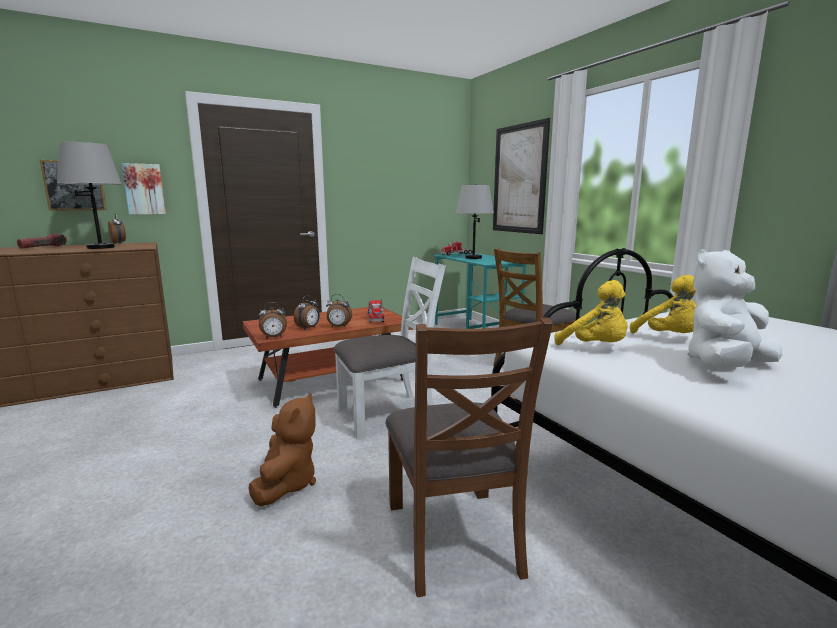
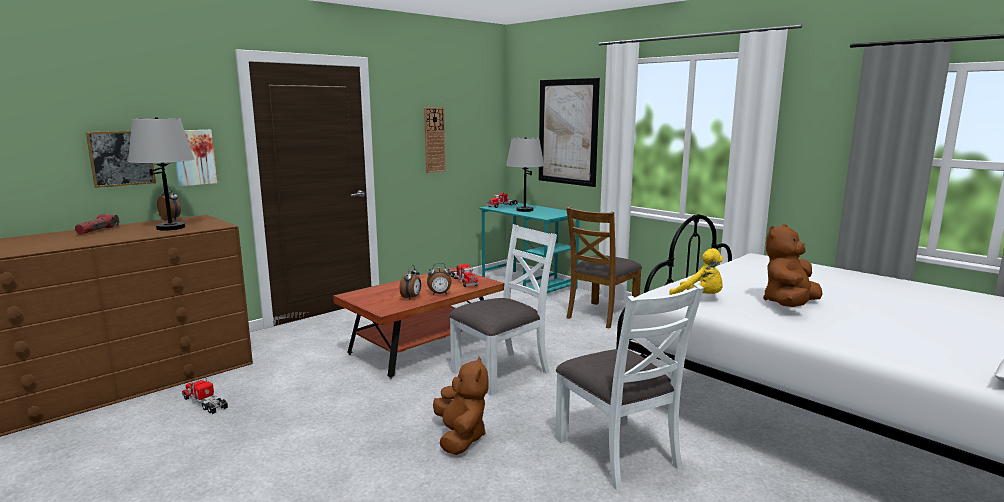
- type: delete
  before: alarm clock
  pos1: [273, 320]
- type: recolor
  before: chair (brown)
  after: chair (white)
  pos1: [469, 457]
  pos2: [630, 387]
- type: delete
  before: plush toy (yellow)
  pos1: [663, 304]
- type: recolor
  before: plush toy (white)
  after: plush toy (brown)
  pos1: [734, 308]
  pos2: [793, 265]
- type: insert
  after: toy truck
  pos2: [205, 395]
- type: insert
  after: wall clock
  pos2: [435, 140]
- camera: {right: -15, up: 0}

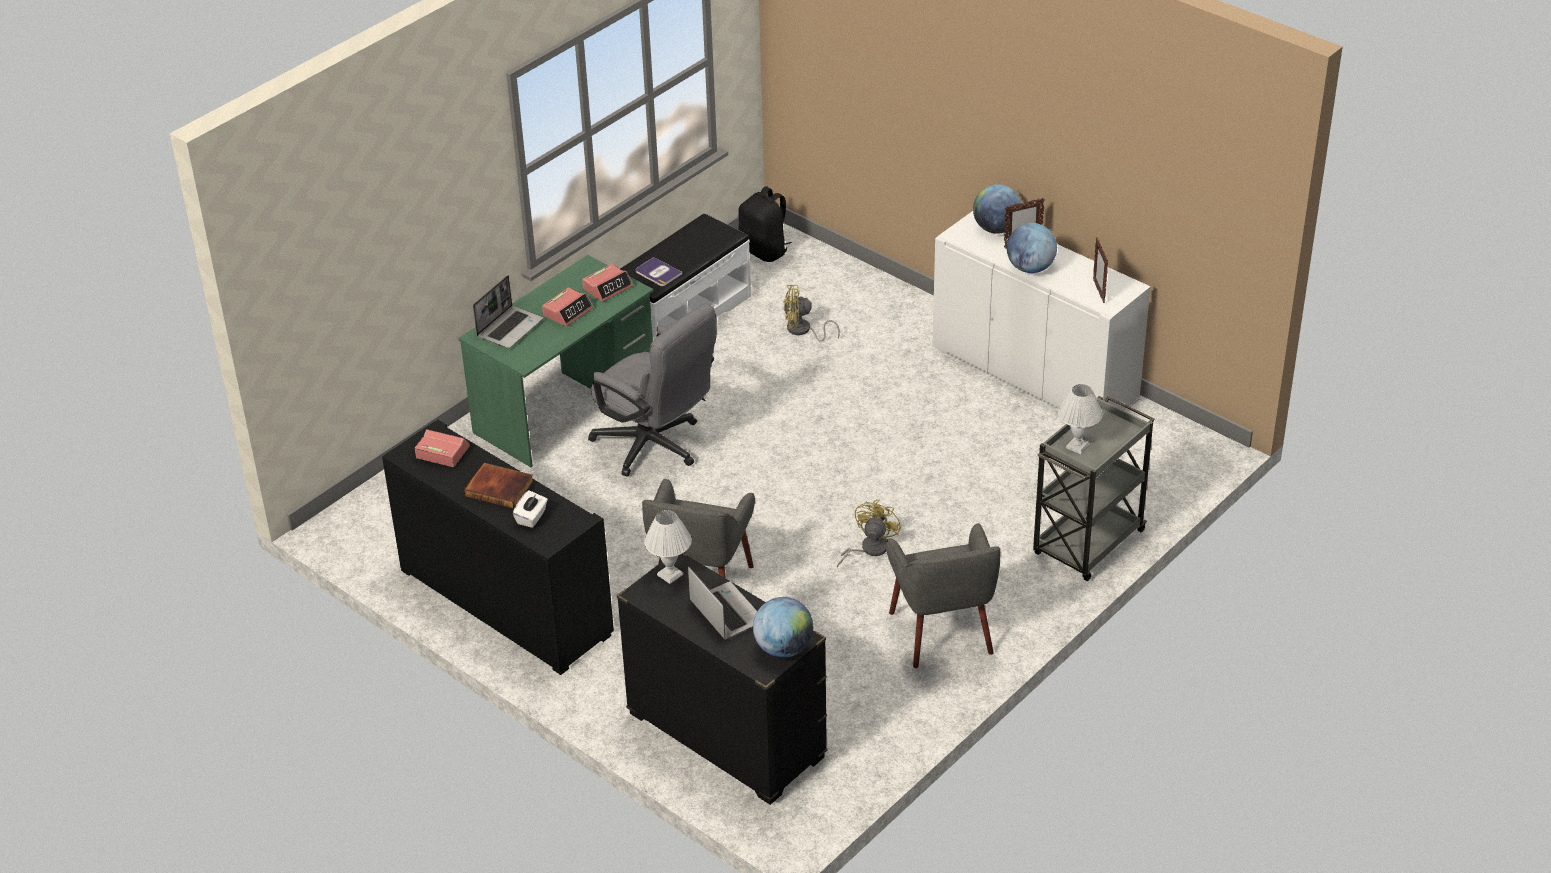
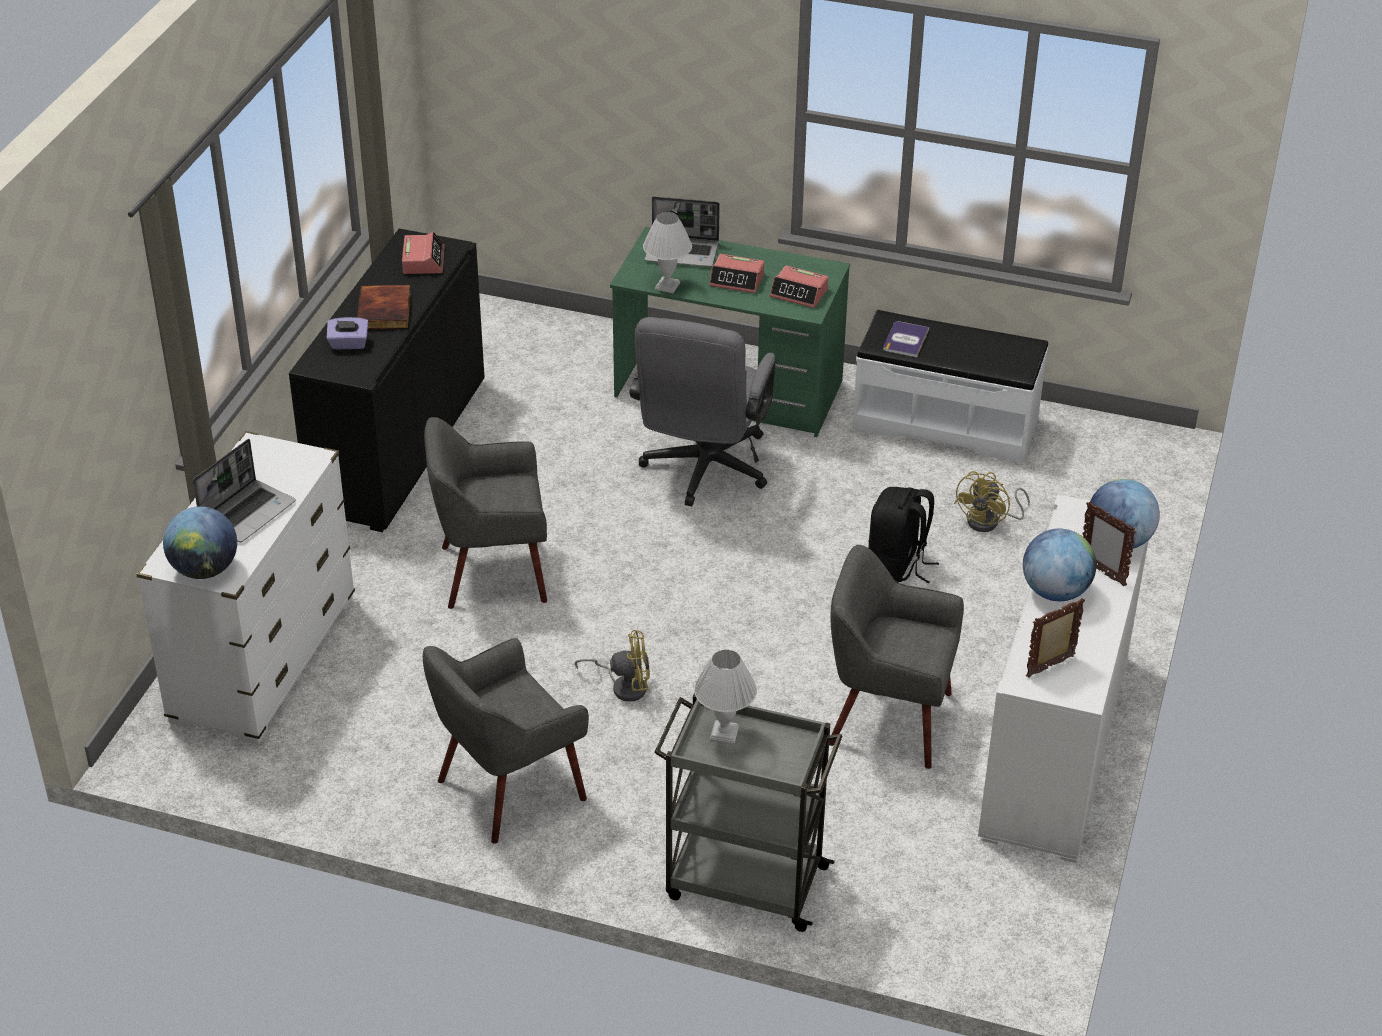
- type: recolor
  before: tissue box (white)
  after: tissue box (purple)
  pos1: [530, 509]
  pos2: [347, 333]
- type: recolor
  before: dresser (black)
  after: dresser (white)
  pos1: [722, 679]
  pos2: [245, 588]
- type: move
  before: table lamp (white)
  pos1: [668, 547]
  pos2: [667, 252]
- type: move
  before: backpack (black)
  pos1: [765, 224]
  pos2: [903, 535]
- type: rotate
  before: fan (yellow)
  pos1: [811, 313]
  pos2: [992, 501]
  turn: -120
- type: insert
  after: armchair (grey)
  pos2: [896, 657]
- camera: {right: 65, up: 0}

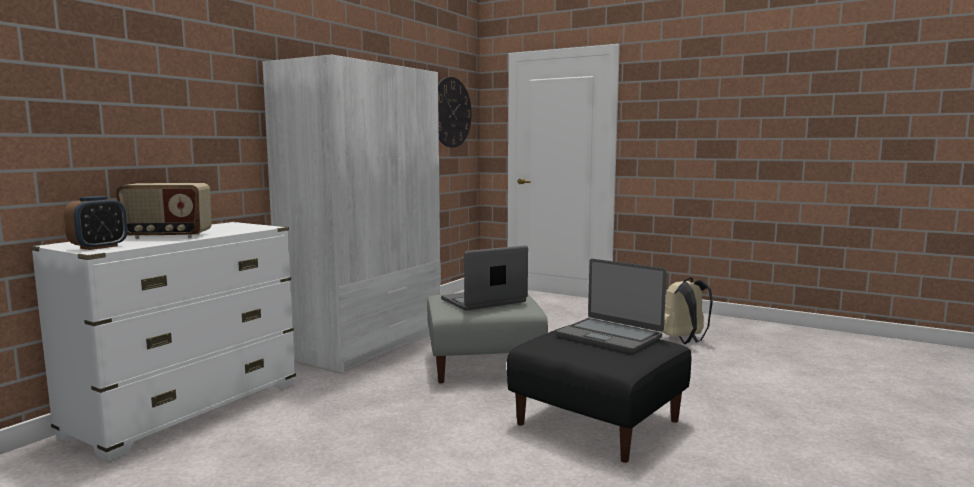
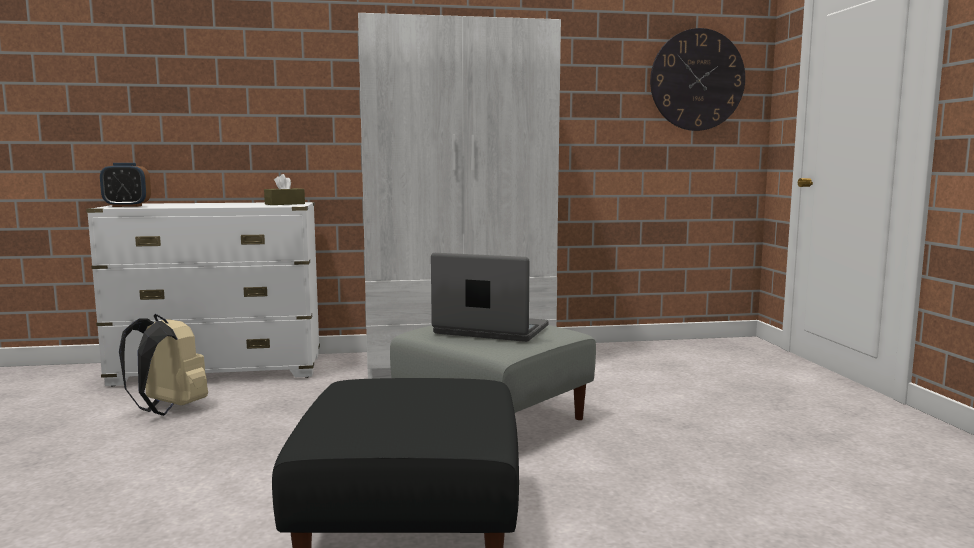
- type: delete
  before: radio
  pos1: [164, 211]
- type: delete
  before: laptop
  pos1: [611, 306]
- type: move
  before: backpack (beige)
  pos1: [687, 310]
  pos2: [163, 365]
- type: insert
  after: tissue box (brown)
  pos2: [284, 189]
- camera: {right: 50, up: 0}

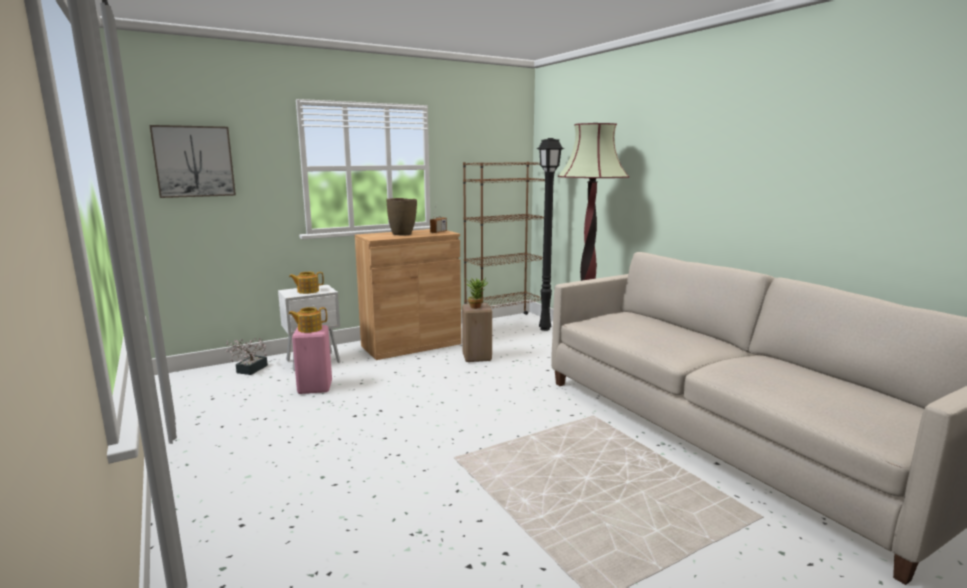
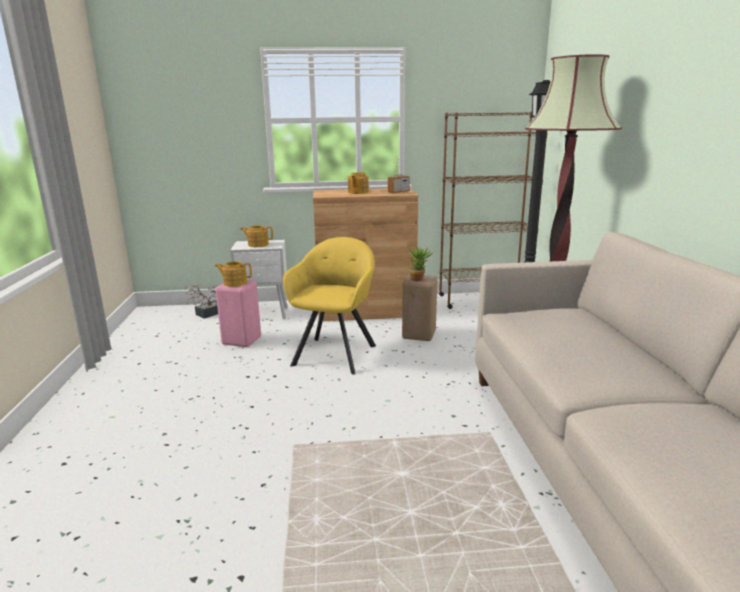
- type: delete
  before: picture
  pos1: [192, 161]
- type: replace
  before: vase (brown)
  after: teapot
  pos1: [401, 217]
  pos2: [358, 183]
- type: insert
  after: armchair (yellow)
  pos2: [329, 306]
- camera: {right: 25, up: 5}

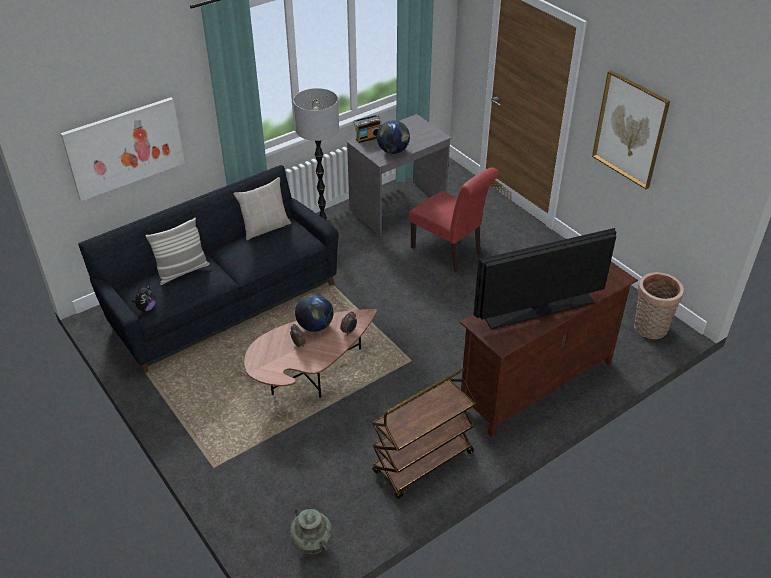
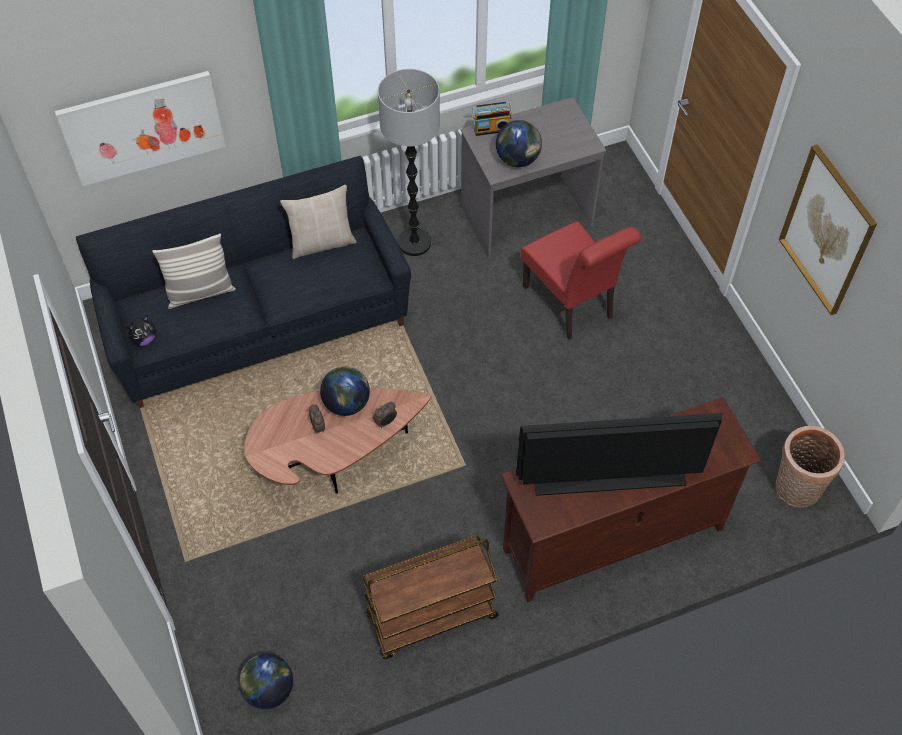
- type: replace
  before: vase (turquoise)
  after: globe
  pos1: [311, 531]
  pos2: [266, 681]
- camera: {right: 15, up: 15}

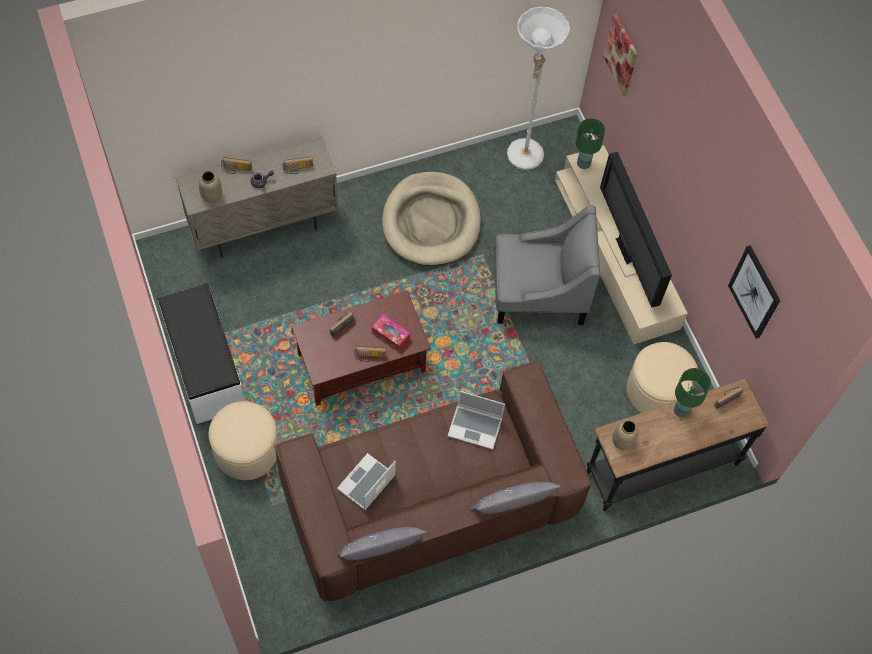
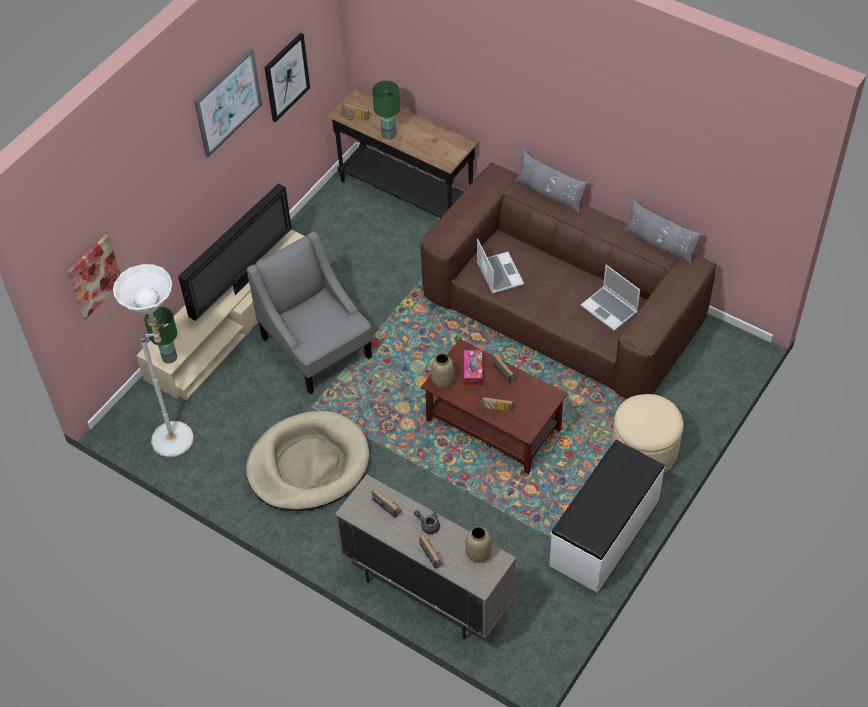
- type: rotate
  before: laptop
  pos1: [366, 481]
  pos2: [610, 298]
  turn: 45
- type: move
  before: vase
  pos1: [625, 435]
  pos2: [443, 370]
- type: delete
  before: ottoman (beige)
  pos1: [662, 377]
- type: insert
  after: picture
  pos2: [228, 102]
- camera: {right: -120, up: -10}

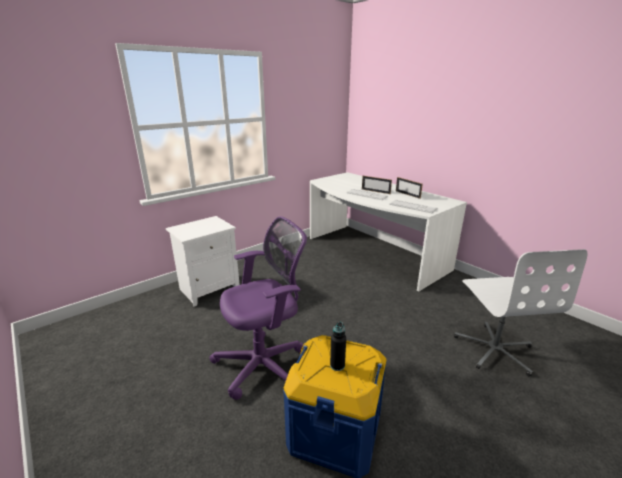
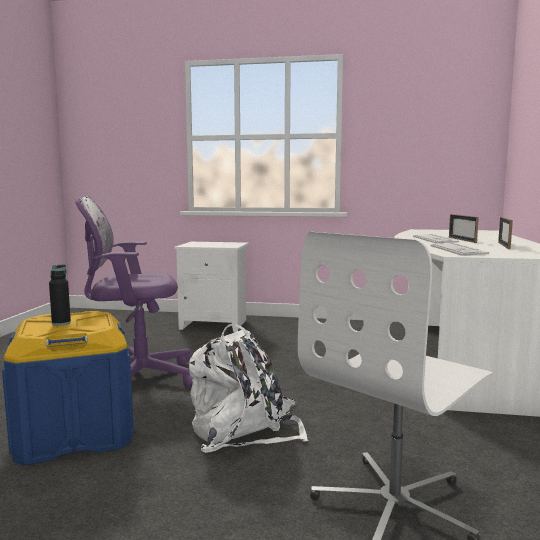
- type: rotate
  before: office chair (purple)
  pos1: [258, 308]
  pos2: [134, 291]
  turn: 150
- type: insert
  after: backpack (white)
  pos2: [248, 388]
- camera: {right: 50, up: -15}

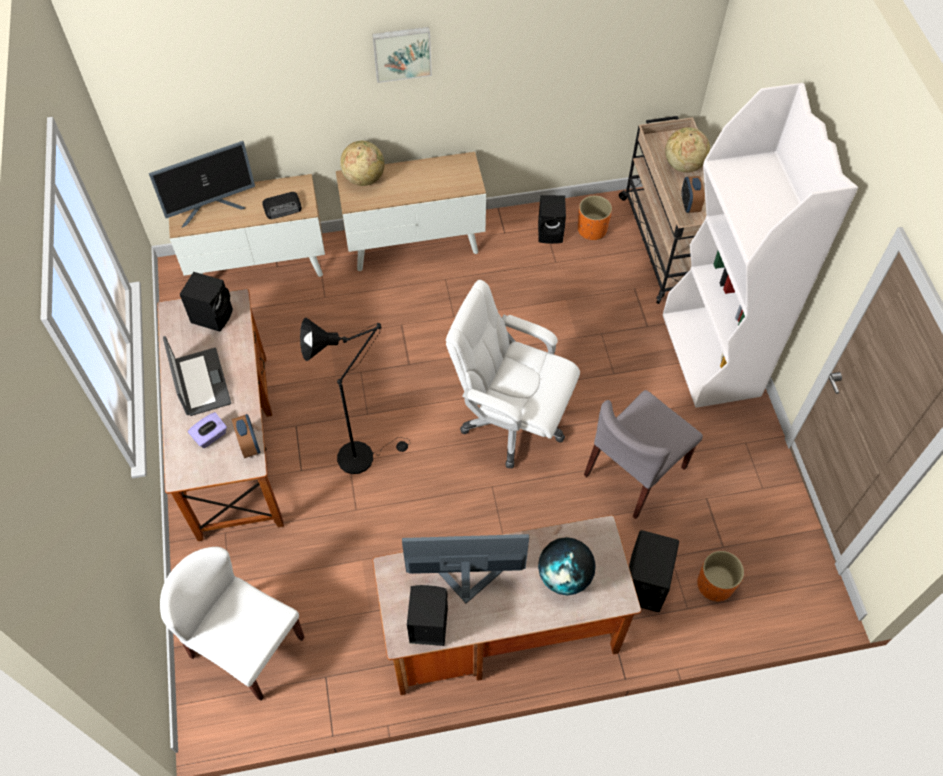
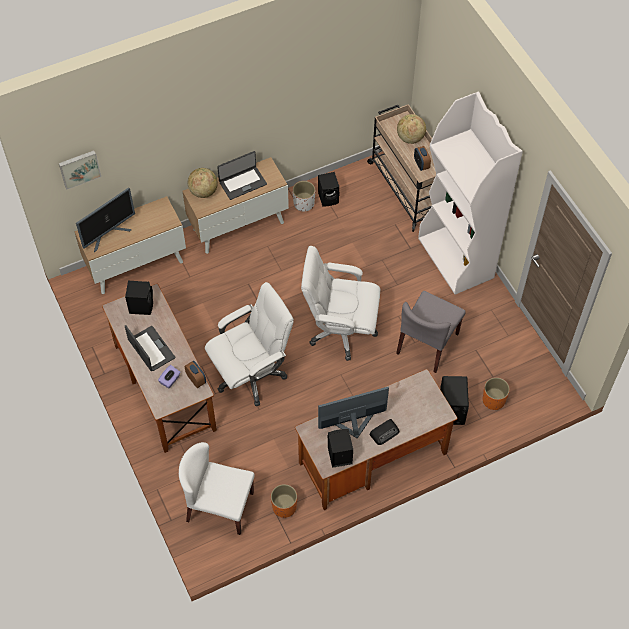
- type: move
  before: radio
  pos1: [282, 205]
  pos2: [384, 432]
- type: replace
  before: floor lamp (black)
  after: office chair (white)
  pos1: [355, 396]
  pos2: [249, 344]
- type: move
  before: picture
  pos1: [402, 55]
  pos2: [80, 170]
- type: delete
  before: globe
  pos1: [567, 566]
- type: move
  before: planter (orange)
  pos1: [595, 217]
  pos2: [284, 501]
- type: insert
  after: laptop
  pos2: [242, 175]
- type: insert
  after: planter (white)
  pos2: [303, 196]
- camera: {right: -15, up: 0}

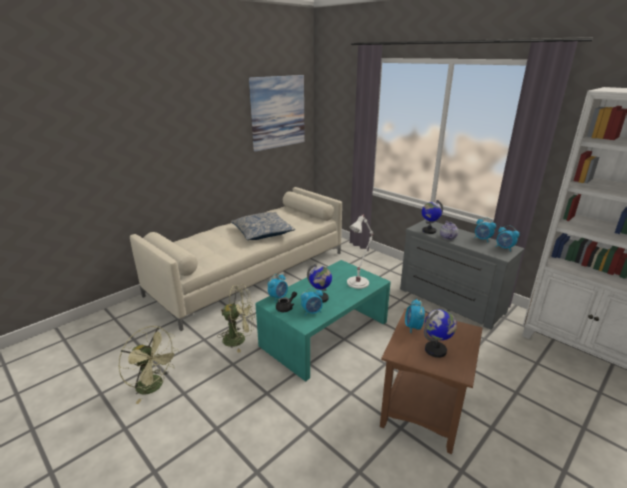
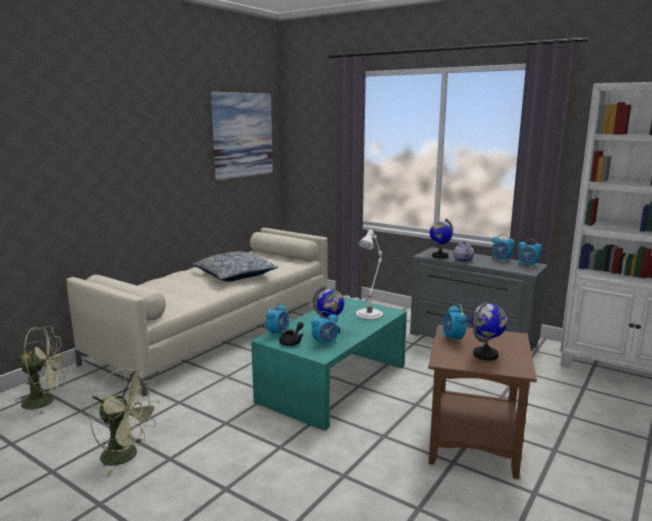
- type: move
  before: fan (green)
  pos1: [236, 319]
  pos2: [41, 370]
- camera: {right: -10, up: -10}

